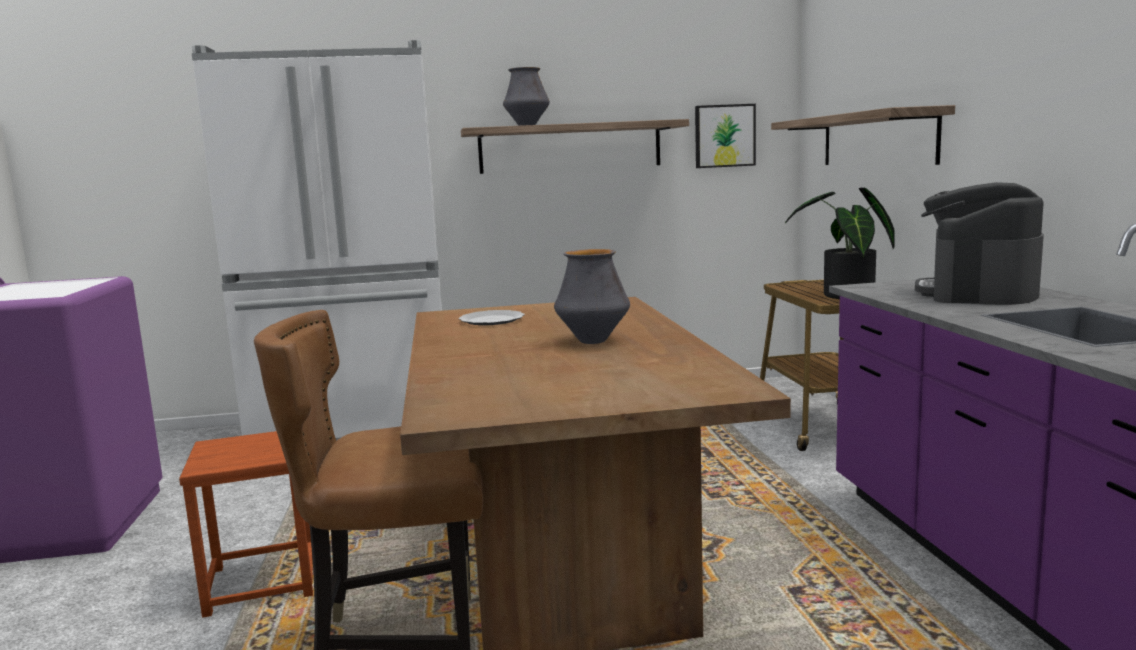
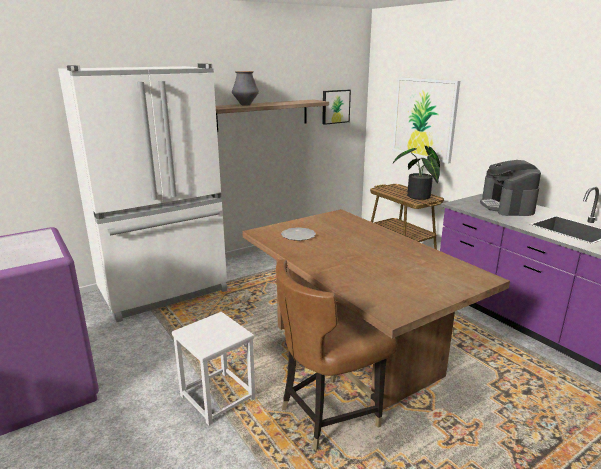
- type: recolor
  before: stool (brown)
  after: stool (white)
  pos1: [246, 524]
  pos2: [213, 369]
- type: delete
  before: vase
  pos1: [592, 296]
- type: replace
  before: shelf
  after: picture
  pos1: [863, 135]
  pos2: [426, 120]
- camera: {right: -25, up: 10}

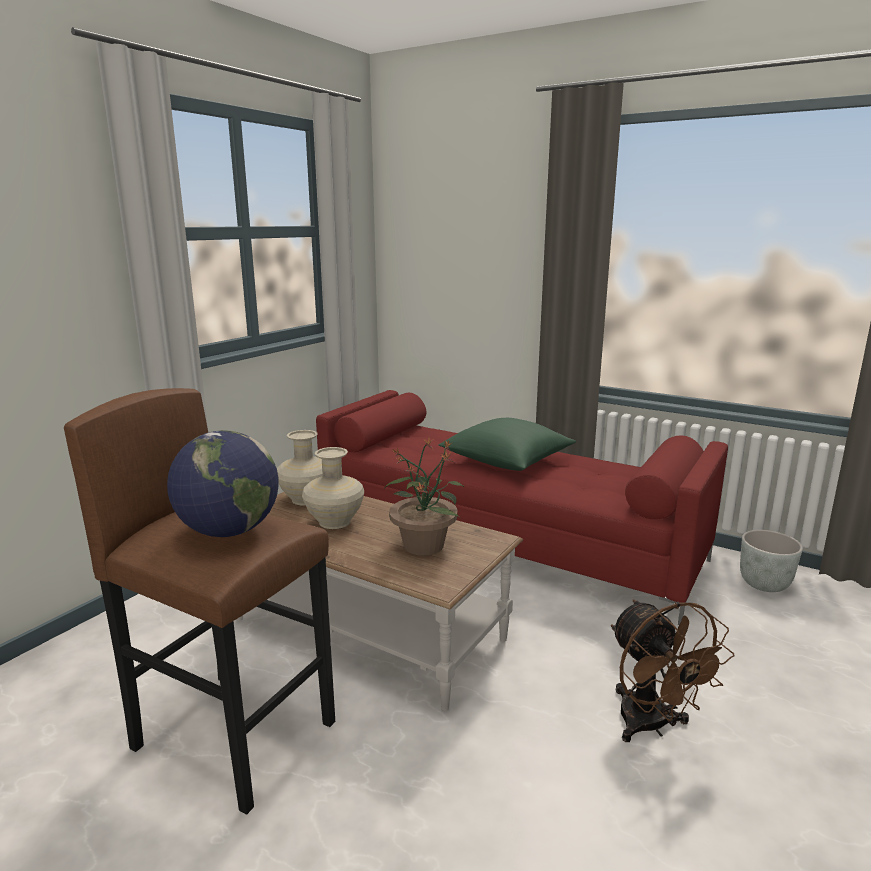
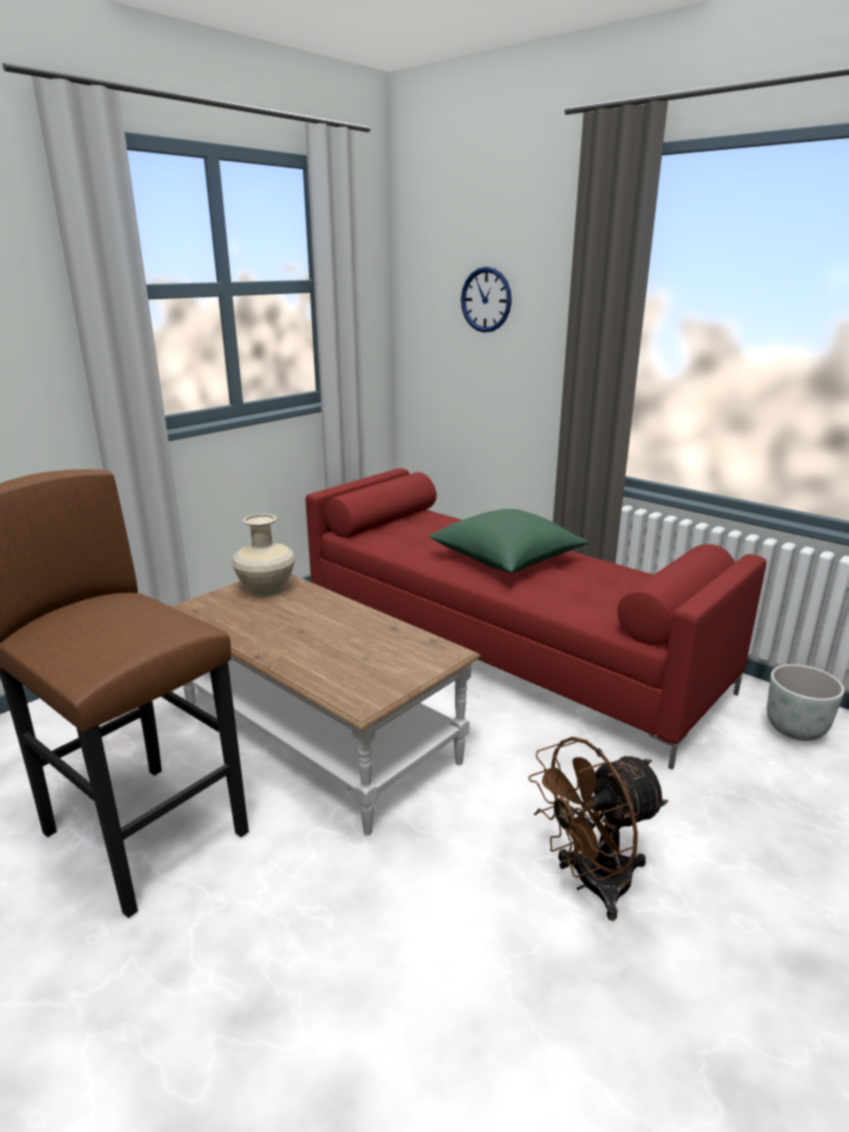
- type: delete
  before: globe
  pos1: [223, 483]
- type: delete
  before: vase (beige)
  pos1: [333, 488]
- type: delete
  before: potted plant
  pos1: [424, 497]
- type: rotate
  before: fan (brown)
  pos1: [672, 671]
  pos2: [598, 829]
  turn: 75
- type: insert
  after: wall clock
  pos2: [486, 300]
- camera: {right: 10, up: 5}

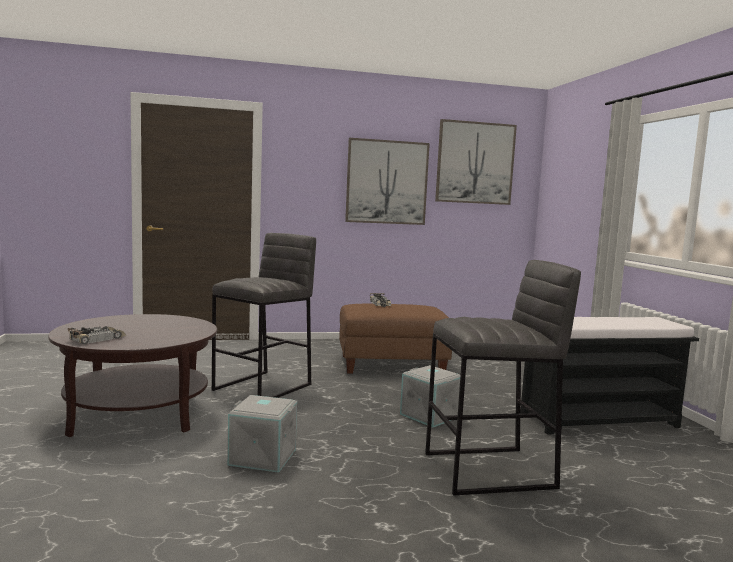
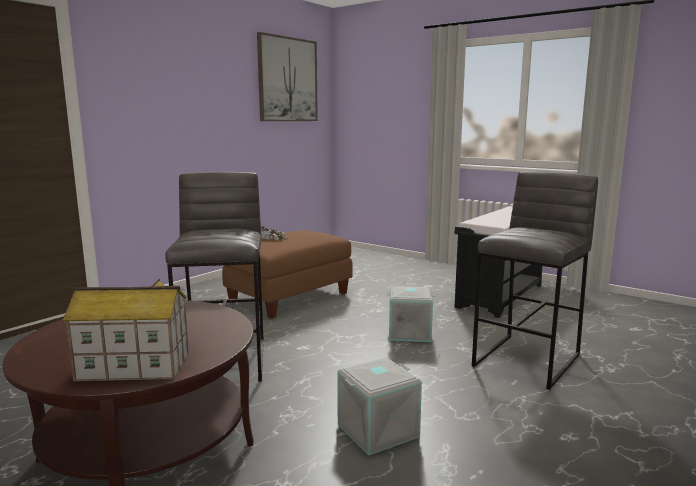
- type: replace
  before: toy car
  after: toy house
  pos1: [97, 335]
  pos2: [126, 329]
- type: delete
  before: picture
  pos1: [387, 181]
- camera: {right: -40, up: 5}

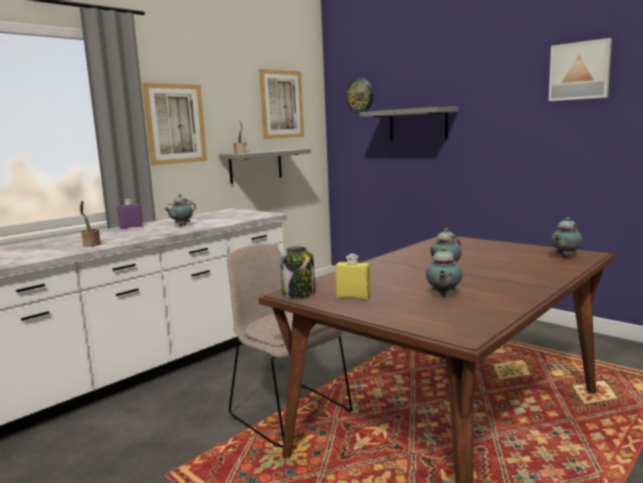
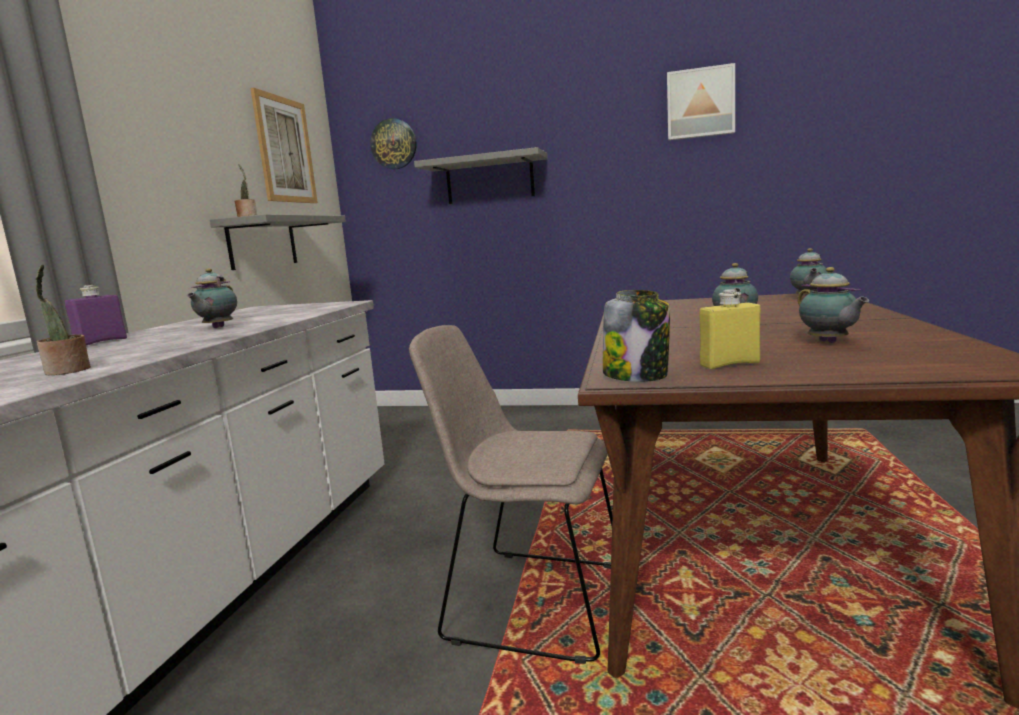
- type: delete
  before: picture
  pos1: [174, 124]
- camera: {right: -30, up: 0}

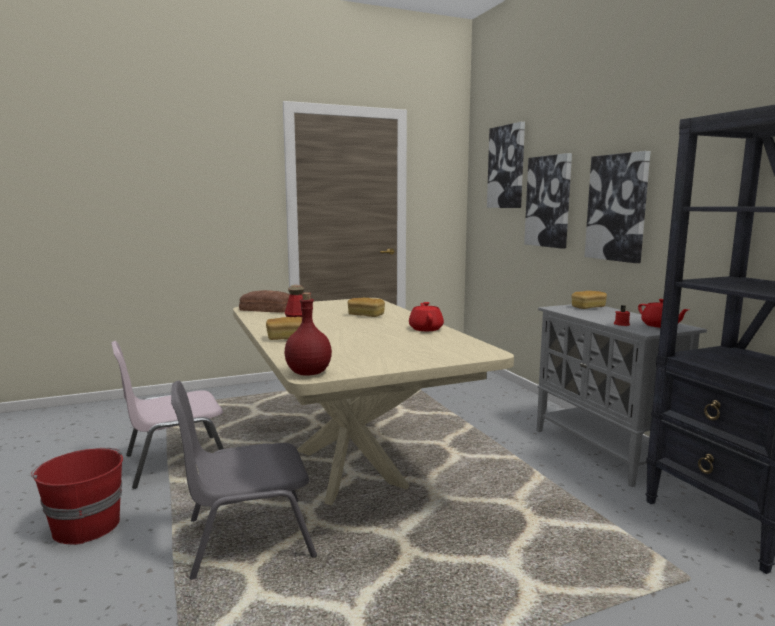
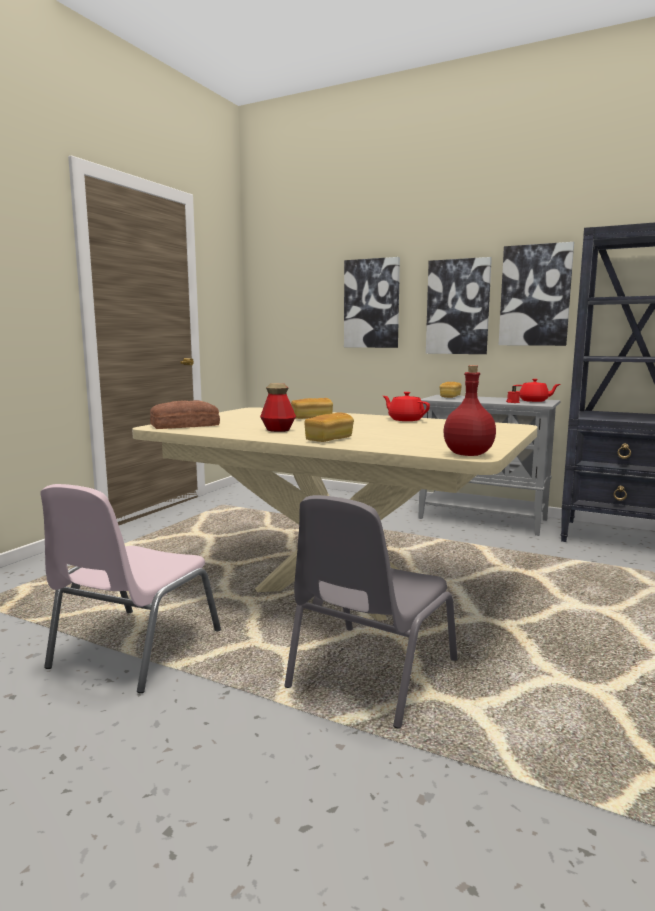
- type: delete
  before: bucket (red)
  pos1: [77, 496]
- type: move
  before: picture
  pos1: [506, 165]
  pos2: [536, 294]
- camera: {right: -40, up: 0}

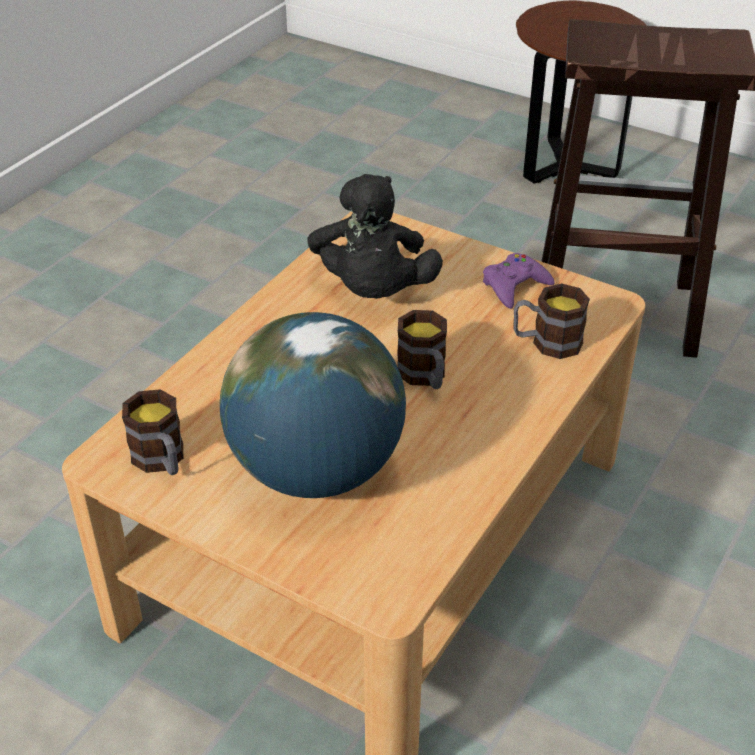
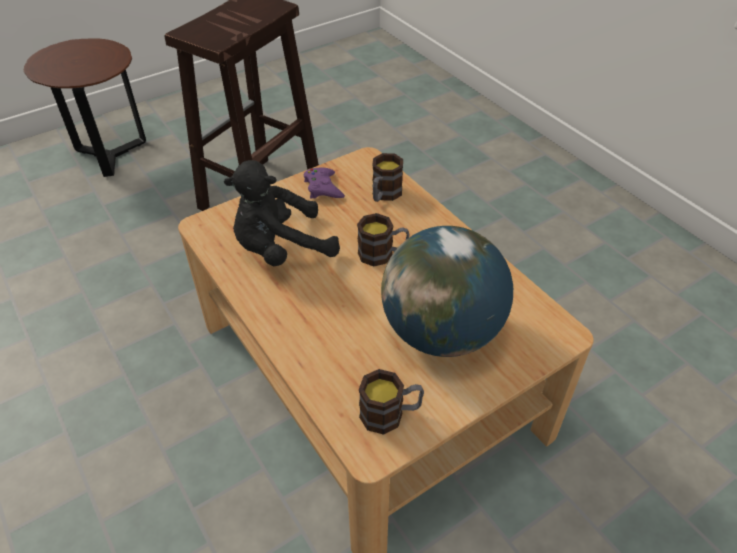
- type: rotate
  before: plush toy (black)
  pos1: [375, 236]
  pos2: [282, 213]
  turn: 135
- camera: {right: -65, up: 5}

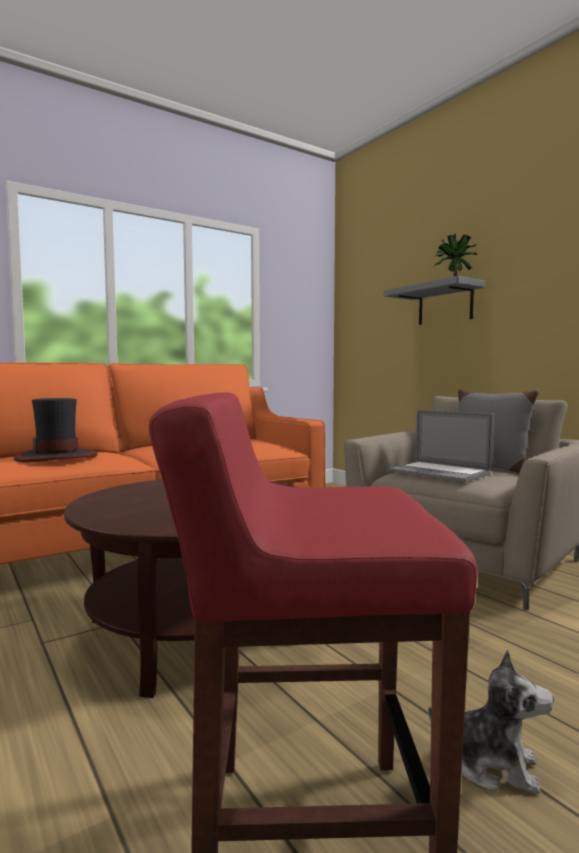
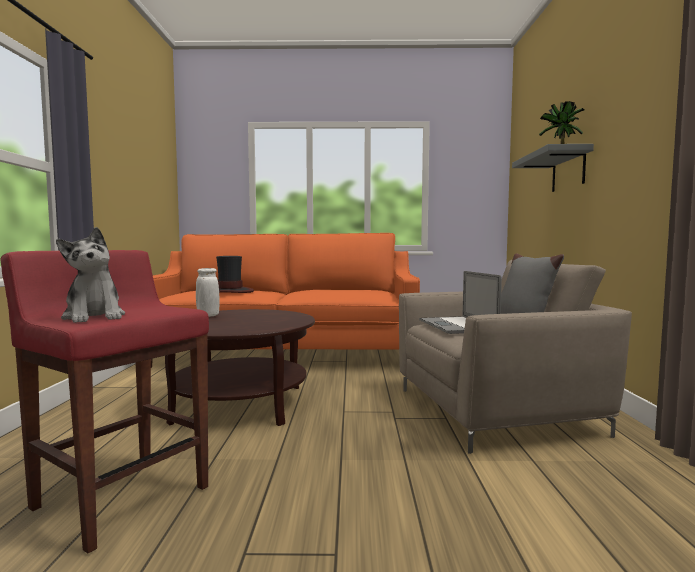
- type: move
  before: plush toy
  pos1: [491, 722]
  pos2: [90, 275]
- type: insert
  after: vase (white)
  pos2: [208, 292]
- camera: {right: 35, up: 0}

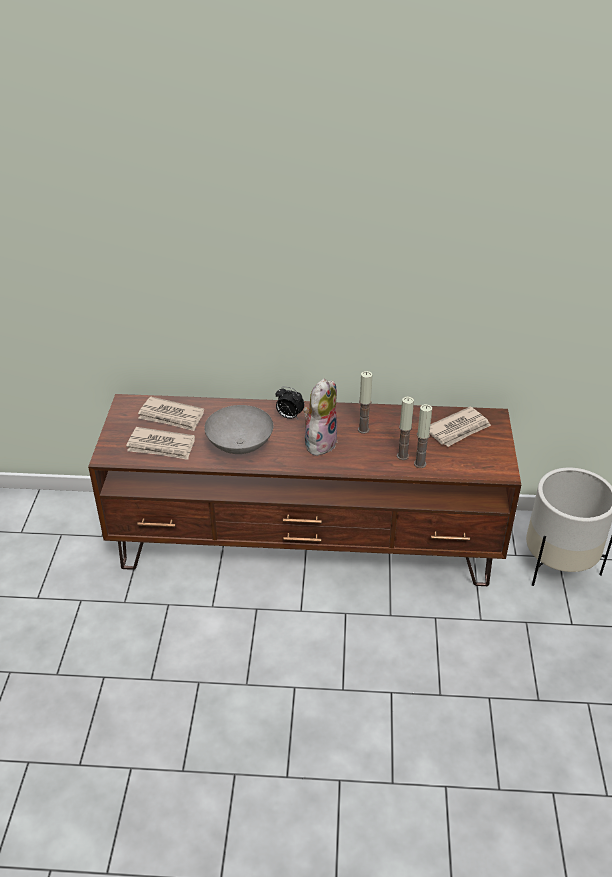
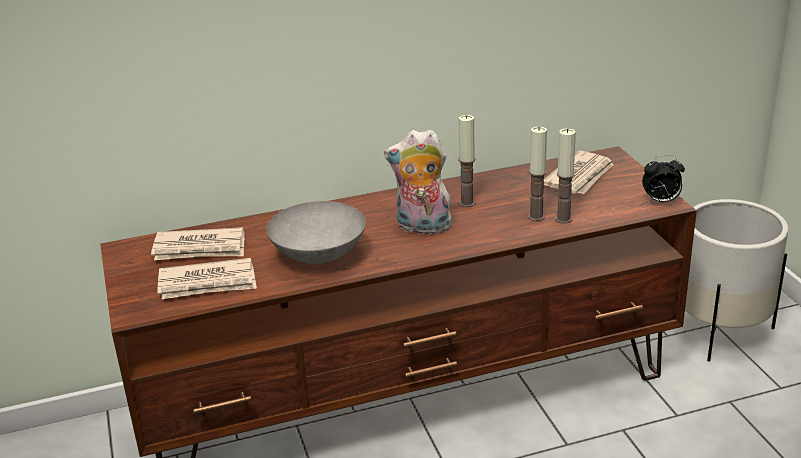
- type: move
  before: alarm clock
  pos1: [289, 402]
  pos2: [663, 178]
- type: rotate
  before: plush toy
  pos1: [320, 418]
  pos2: [420, 182]
  turn: -90
- camera: {right: -20, up: -10}

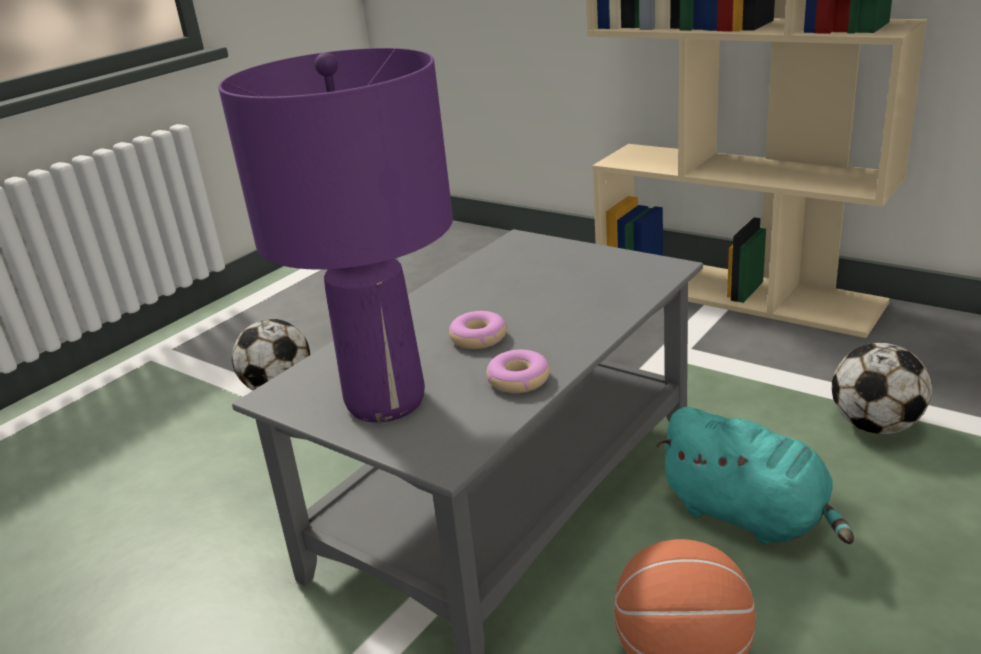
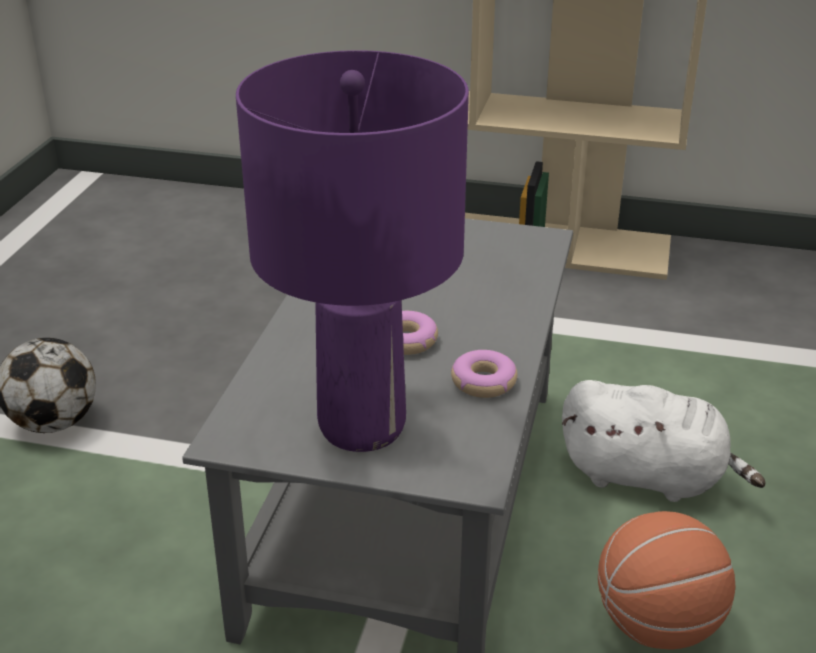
- type: recolor
  before: plush toy (turquoise)
  after: plush toy (white)
  pos1: [755, 475]
  pos2: [664, 441]
- type: delete
  before: football
  pos1: [882, 388]
- camera: {right: -25, up: 5}

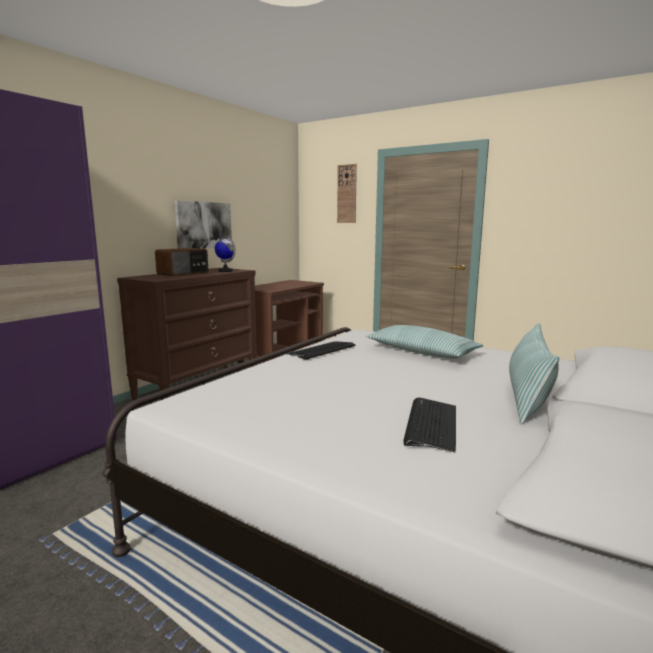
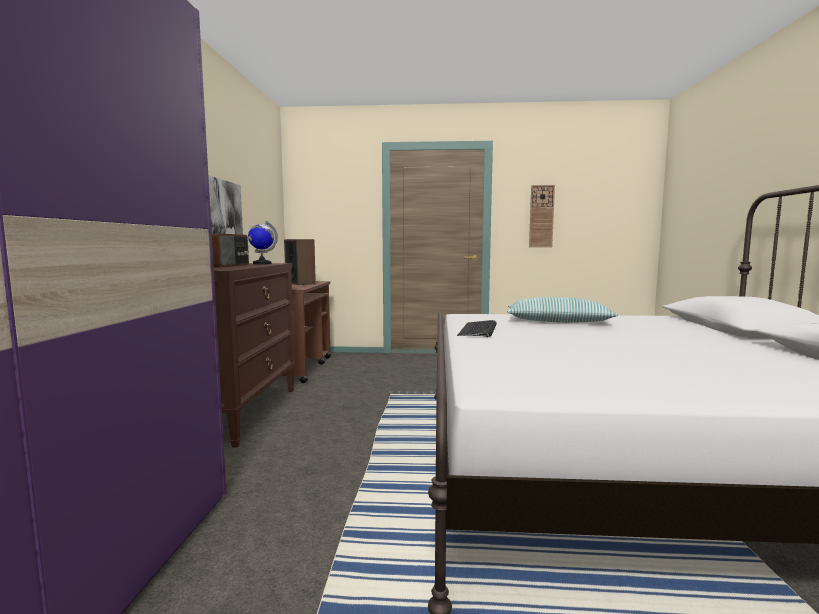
- type: move
  before: wall clock
  pos1: [347, 193]
  pos2: [542, 216]
- type: delete
  before: keyboard
  pos1: [429, 424]
- type: delete
  before: pillow
  pos1: [534, 374]
- type: insert
  after: speaker
  pos2: [300, 262]
- camera: {right: -30, up: -5}

